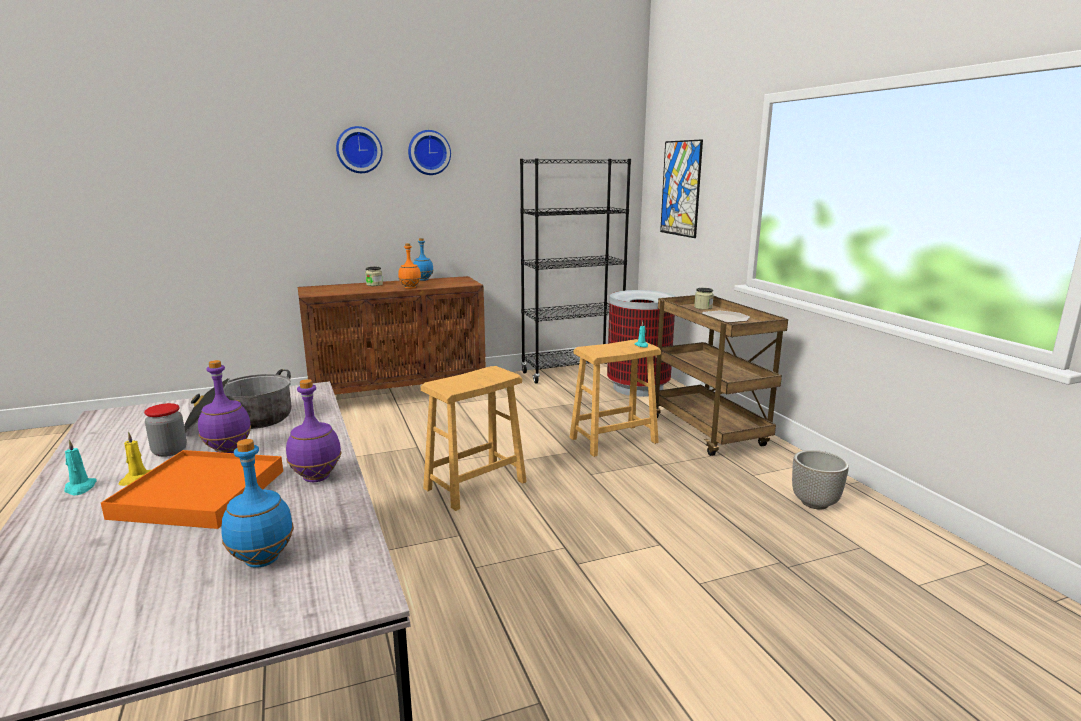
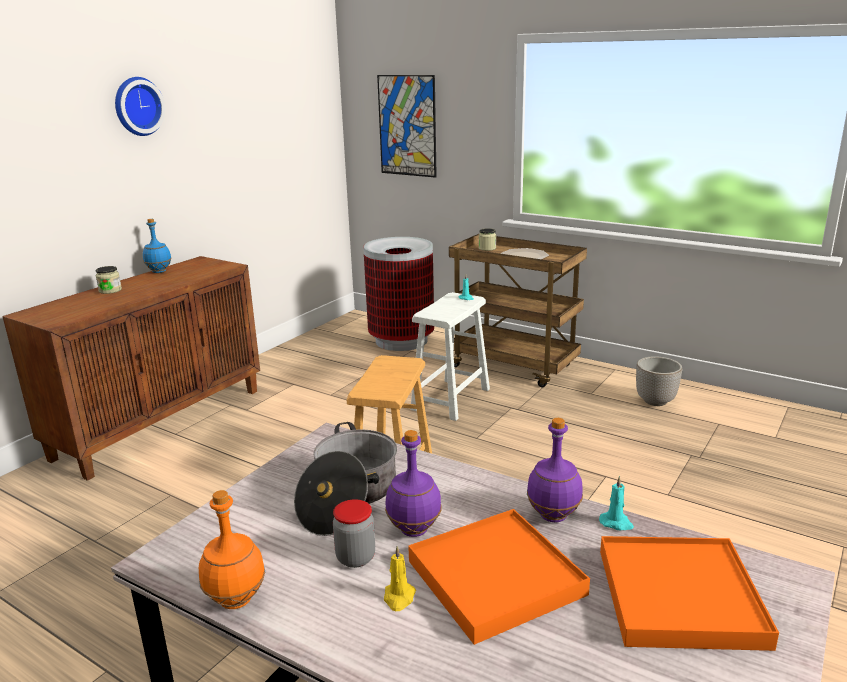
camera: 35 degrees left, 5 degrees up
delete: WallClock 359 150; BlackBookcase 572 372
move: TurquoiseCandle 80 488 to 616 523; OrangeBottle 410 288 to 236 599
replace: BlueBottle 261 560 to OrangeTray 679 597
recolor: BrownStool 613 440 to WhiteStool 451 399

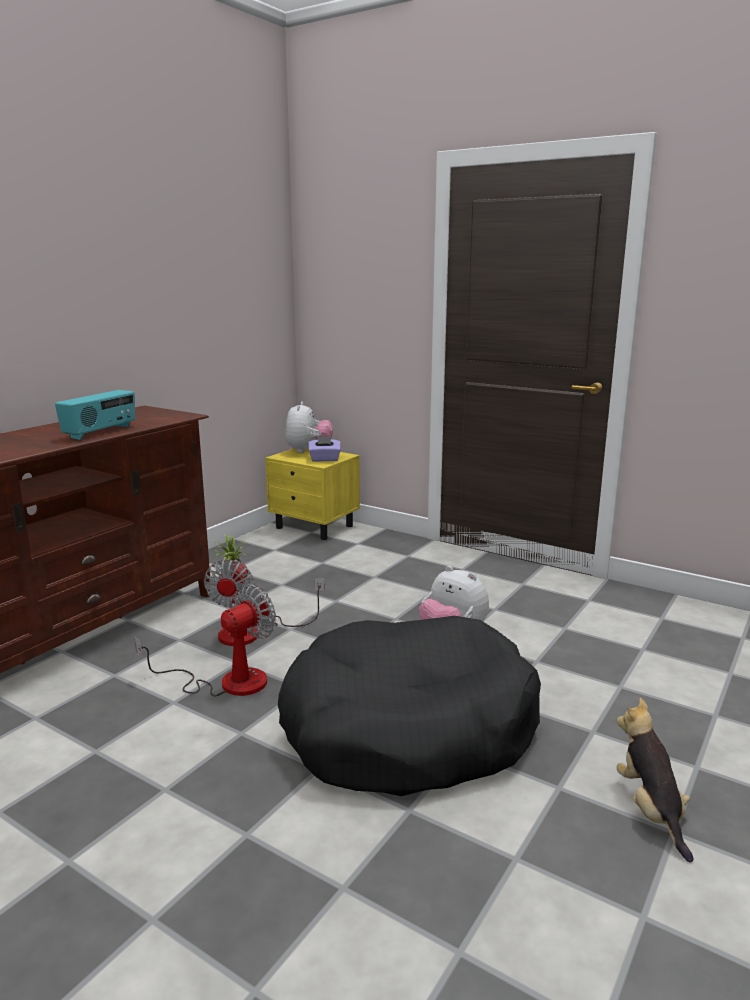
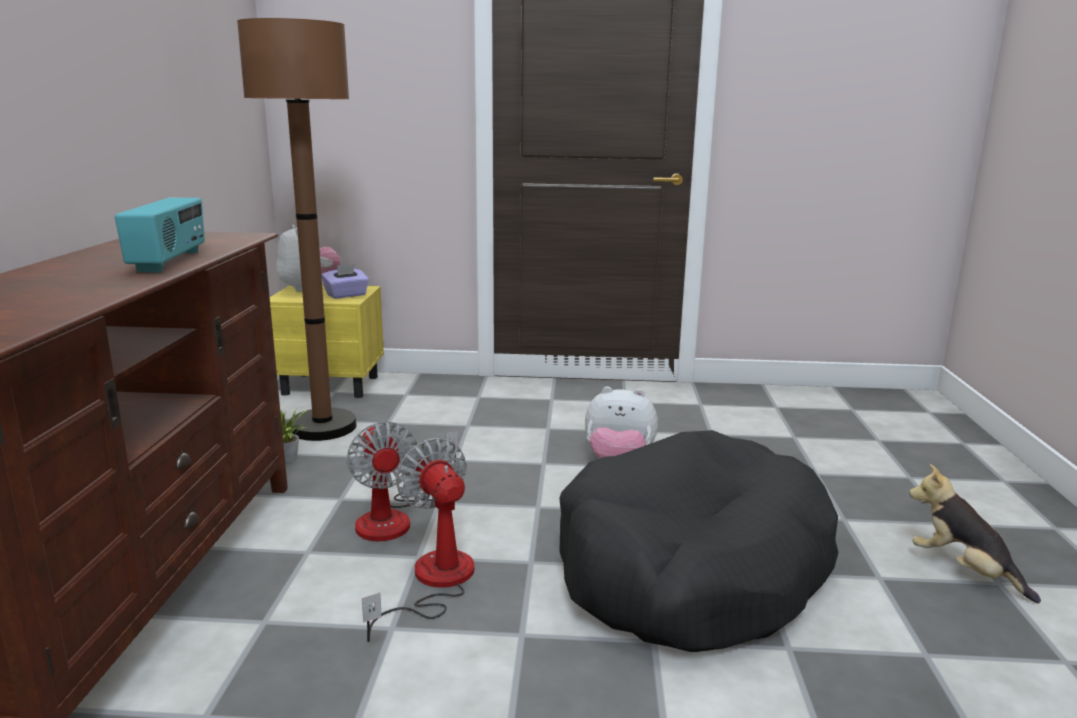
camera: 30 degrees left, 0 degrees up
insert: BrownFloorLamp 322 427
rotate: Fan 227 682 = 433 583 45 degrees counterclockwise

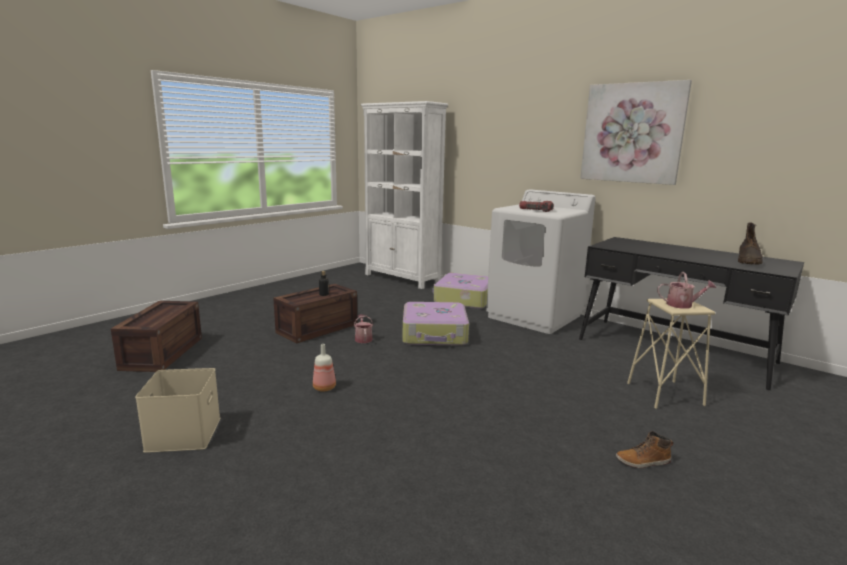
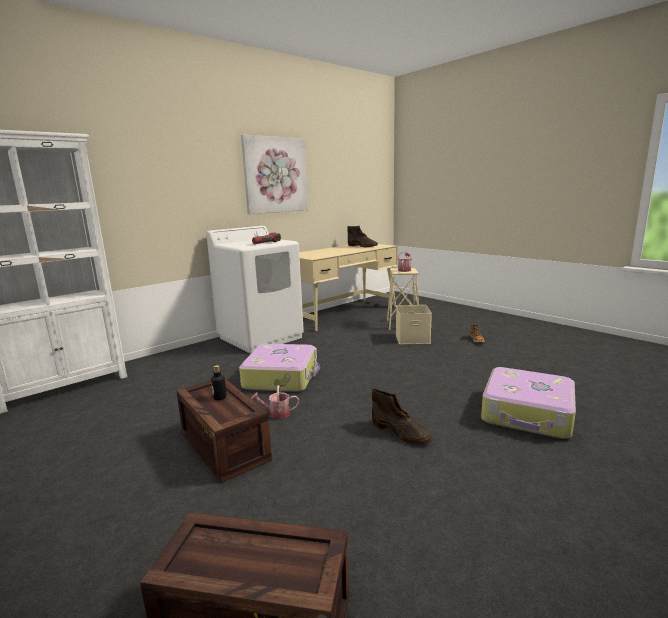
camera: 80 degrees left, 0 degrees up
move: BeigeStorageBox 185 434 to 413 338; Suitcase 463 299 to 527 414
replace: Bottle 325 388 to BrownBoot 401 433
recolor: BlackDesk 674 351 to BeigeDesk 343 313

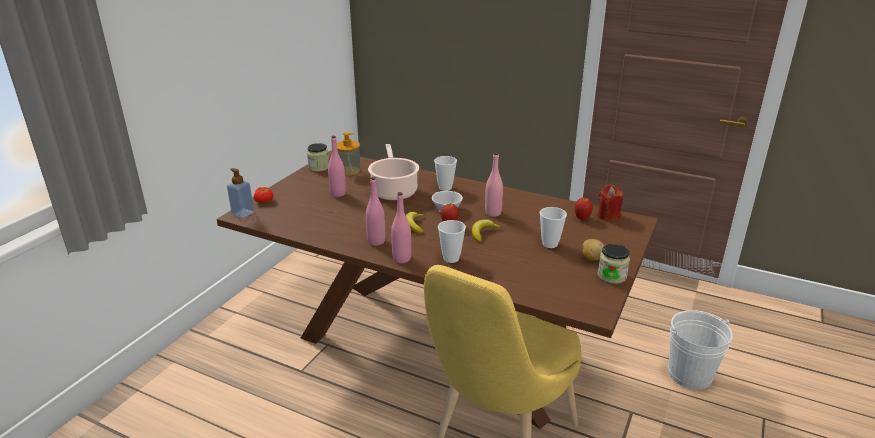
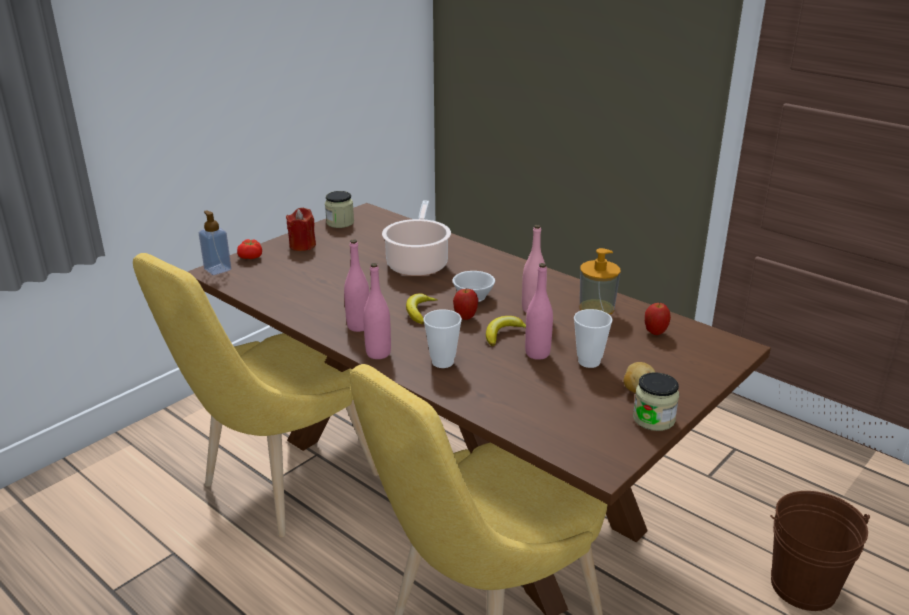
camera: 15 degrees right, 0 degrees up
delete: Cup 445 188
insert: YellowChair 281 485
move: PinkBottle 338 194 to 537 353; SoapDispenser 349 171 to 596 308; RedCandle 608 216 to 302 245
recolor: WhiteBucket 690 374 to BrownBucket 803 586

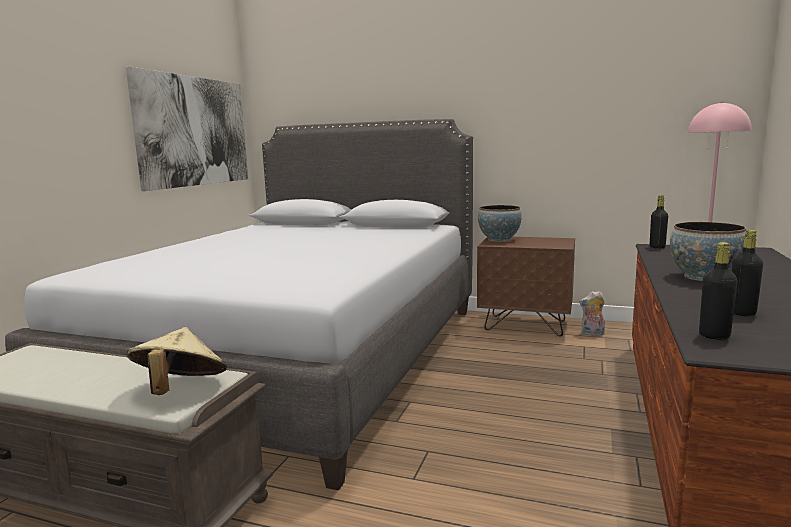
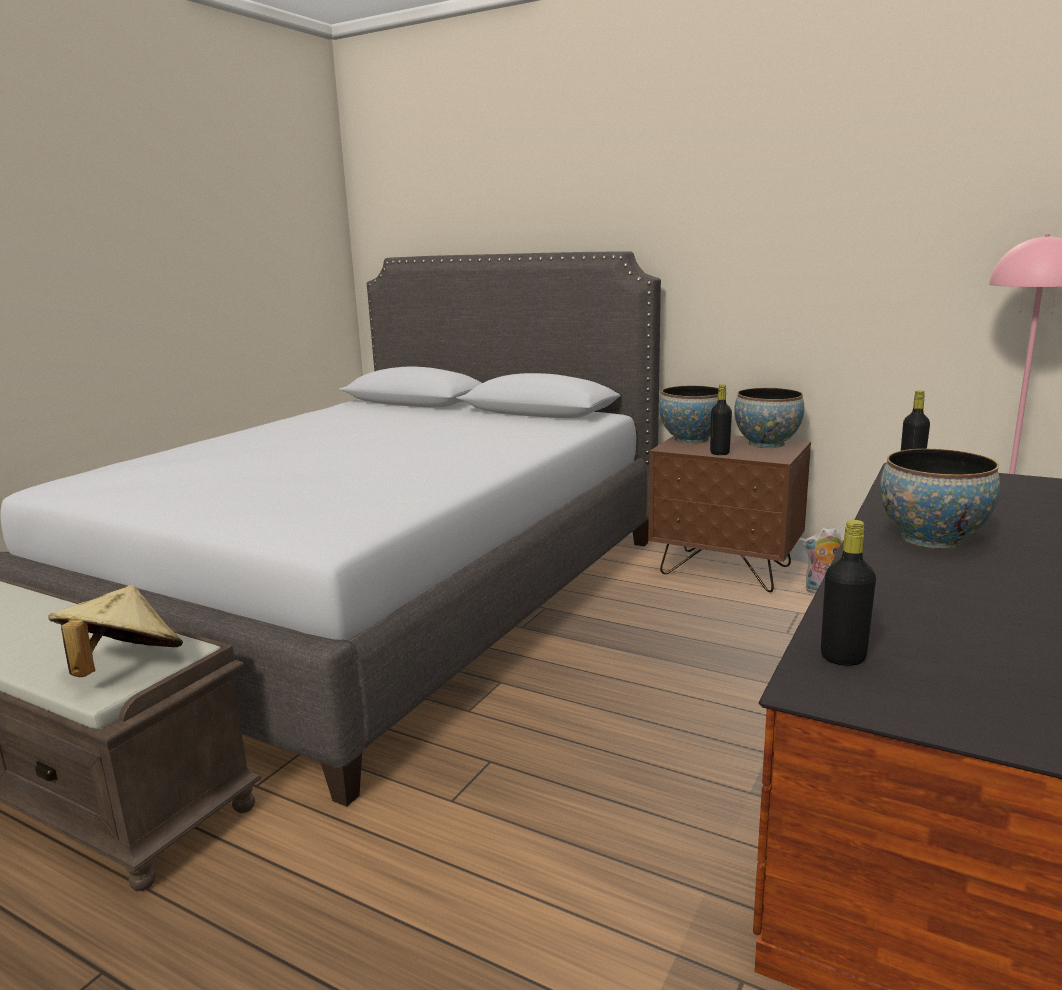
camera: 10 degrees right, 5 degrees up
delete: Picture 194 131
insert: Bowl 766 444
move: BlackBottle 741 313 to 719 453

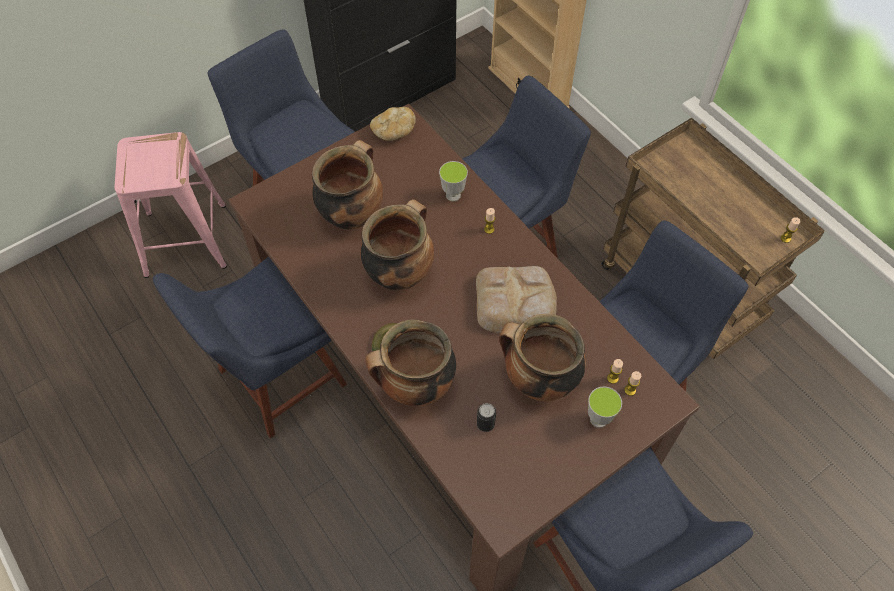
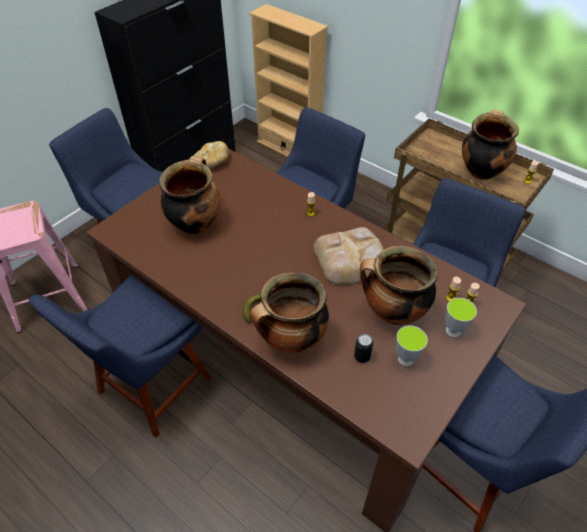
camera: 15 degrees left, 10 degrees down
move: CookingPot 399 272 to 481 170; Cup 453 195 to 405 359

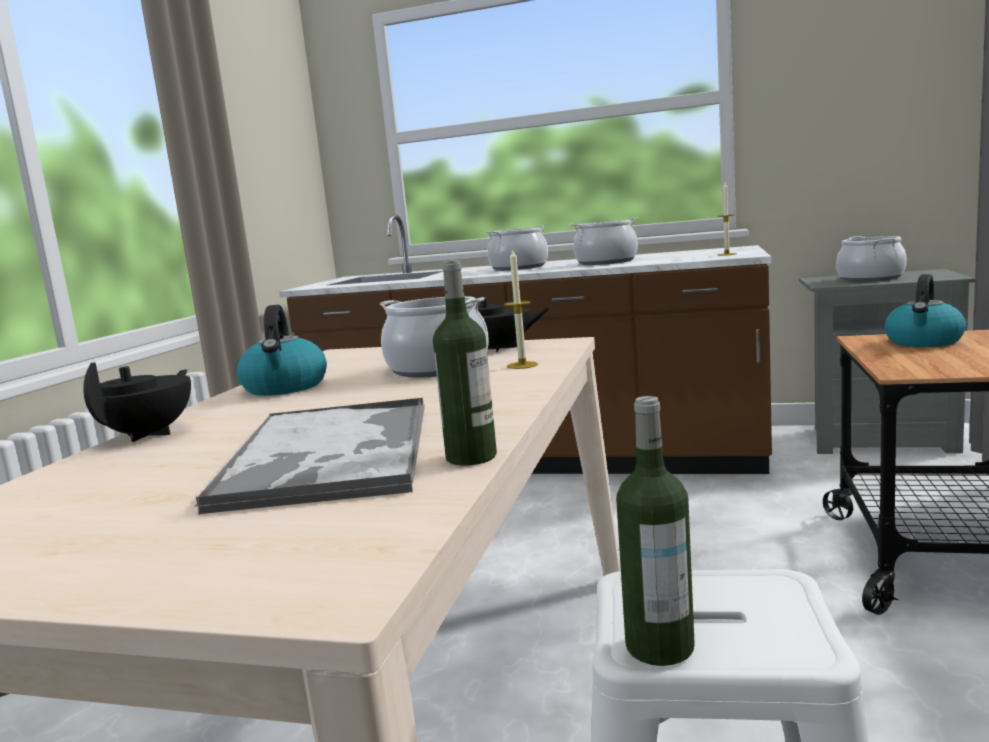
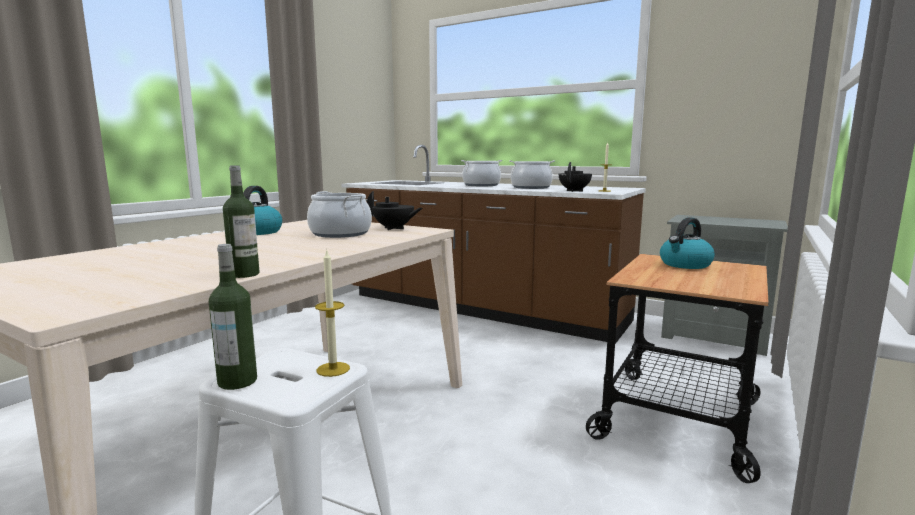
camera: 15 degrees right, 0 degrees up
delete: Tray 330 454; CookingPot 870 278
move: BlackTeapot 150 434 to 574 191; Candle 522 365 to 333 369

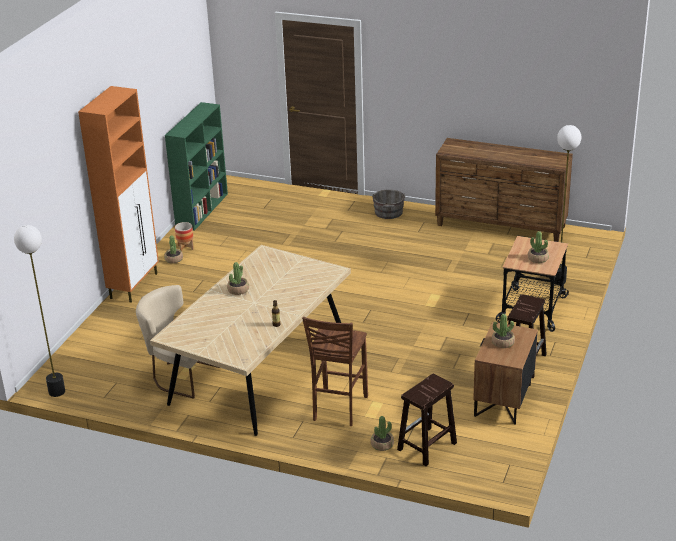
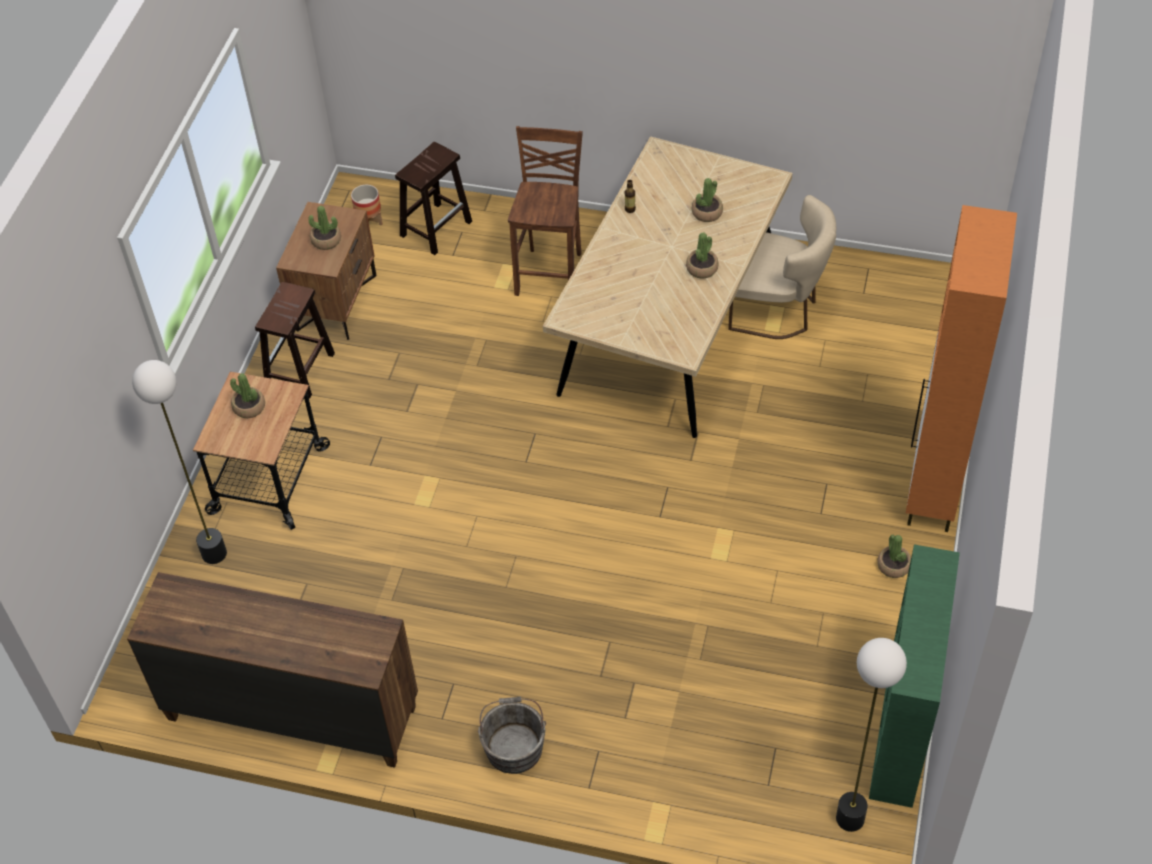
camera: 175 degrees right, 20 degrees up
move: FloorLamp 57 391 to 850 819; Planter 185 247 to 369 221; PottedPlant 382 444 to 707 212

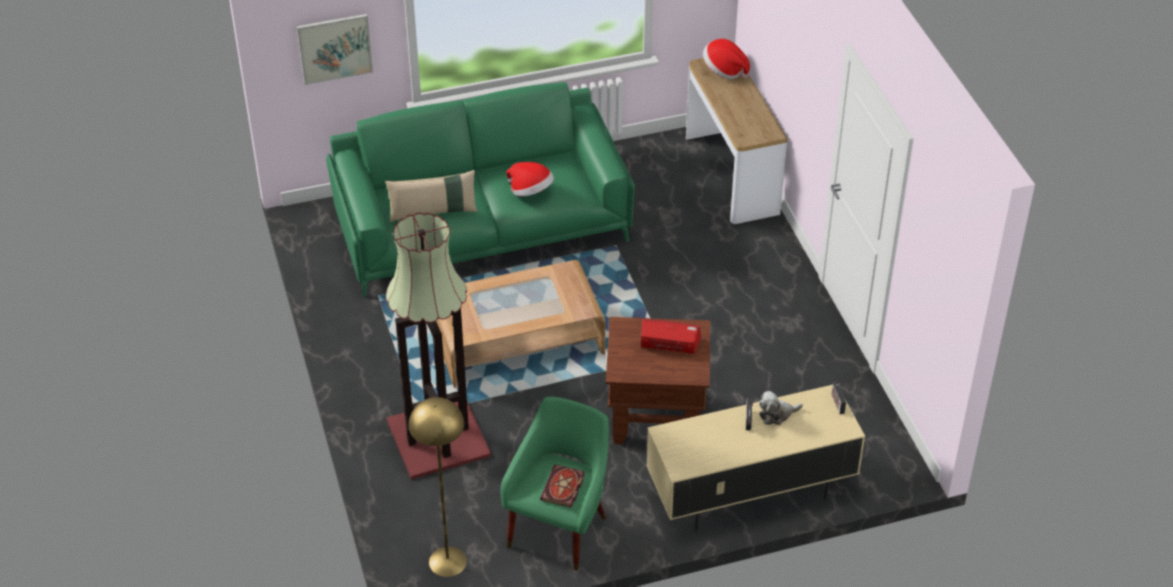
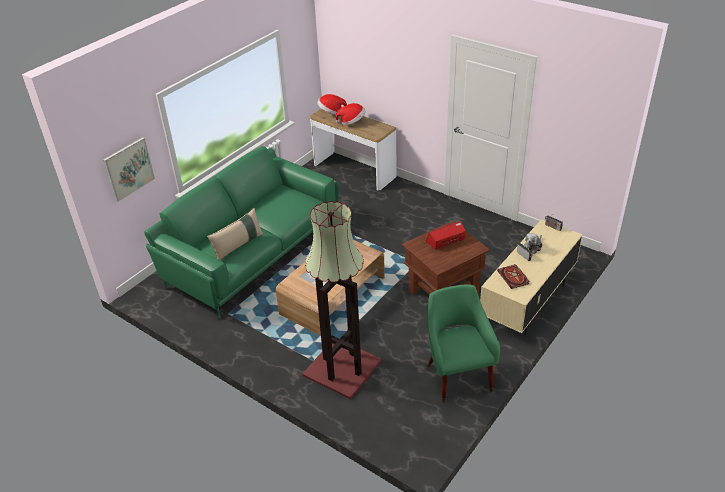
camera: 35 degrees left, 5 degrees down
delete: YellowFloorLamp 447 561
move: Hat 531 191 to 352 122; Book 563 488 to 514 278

